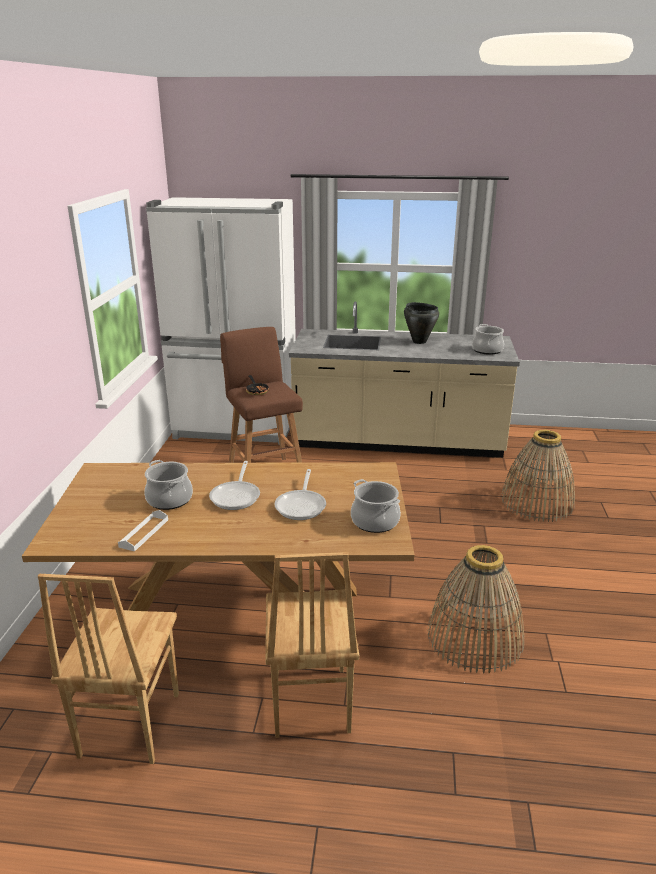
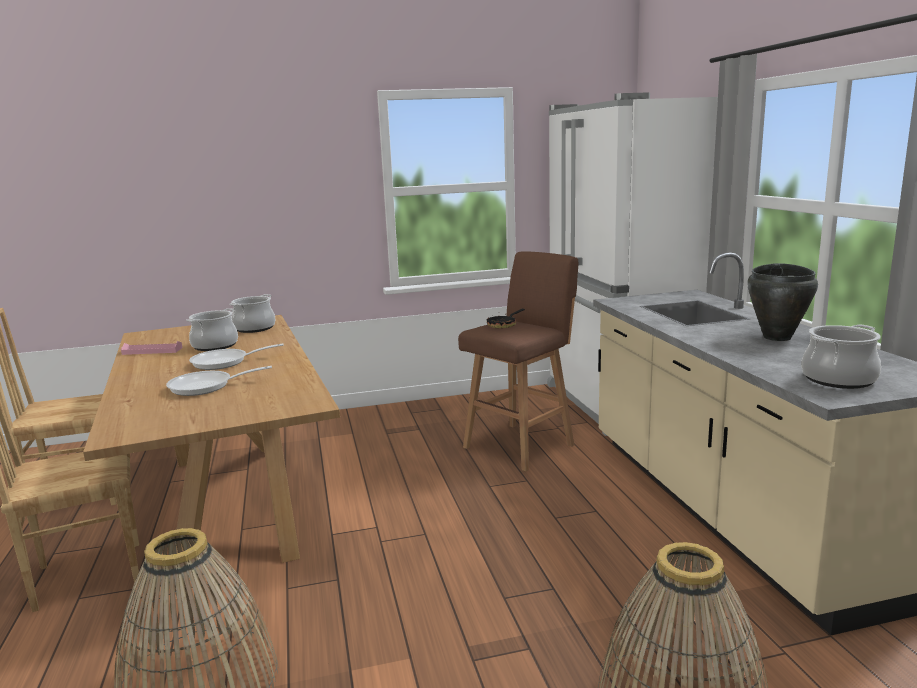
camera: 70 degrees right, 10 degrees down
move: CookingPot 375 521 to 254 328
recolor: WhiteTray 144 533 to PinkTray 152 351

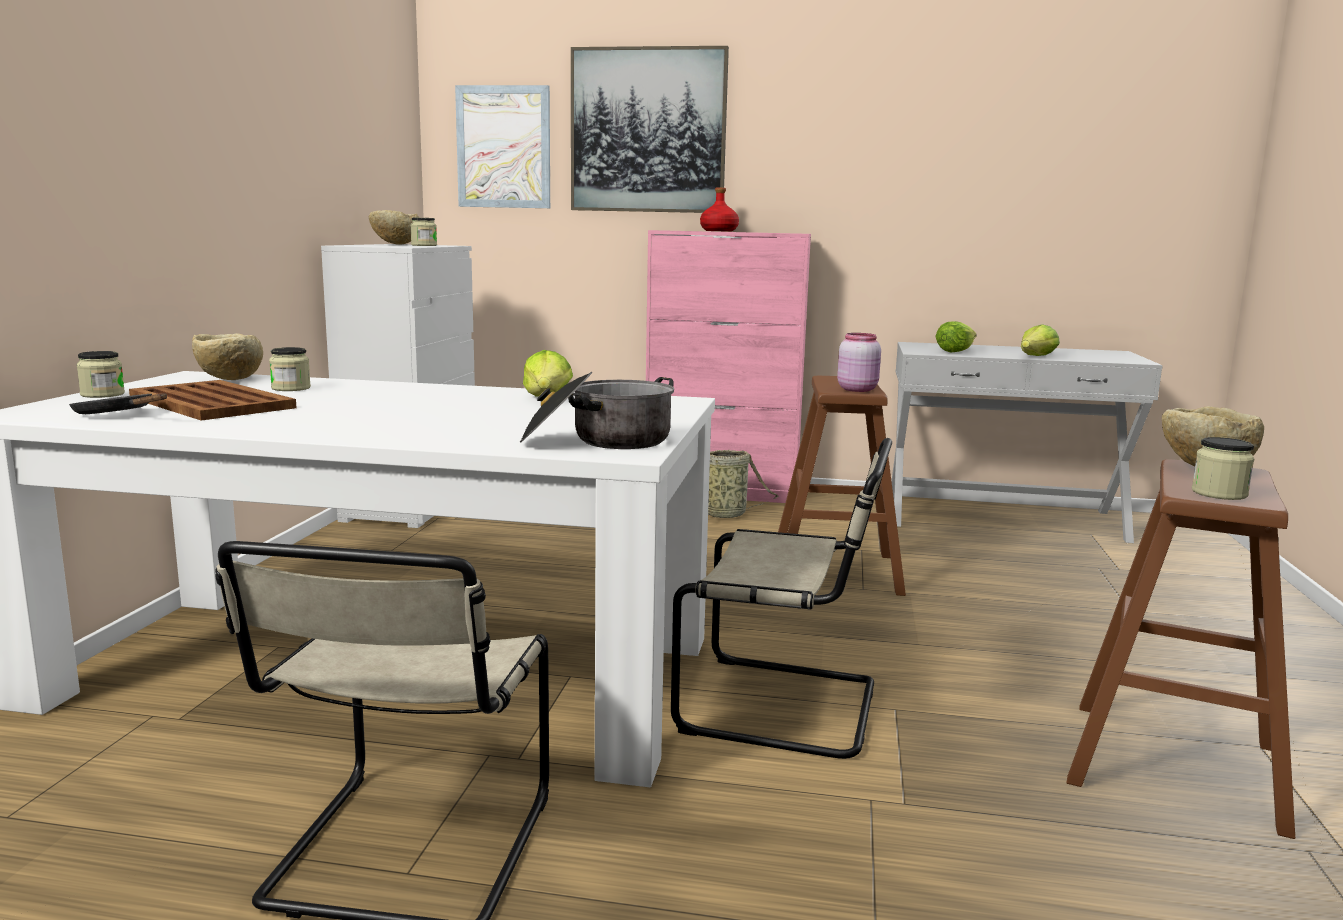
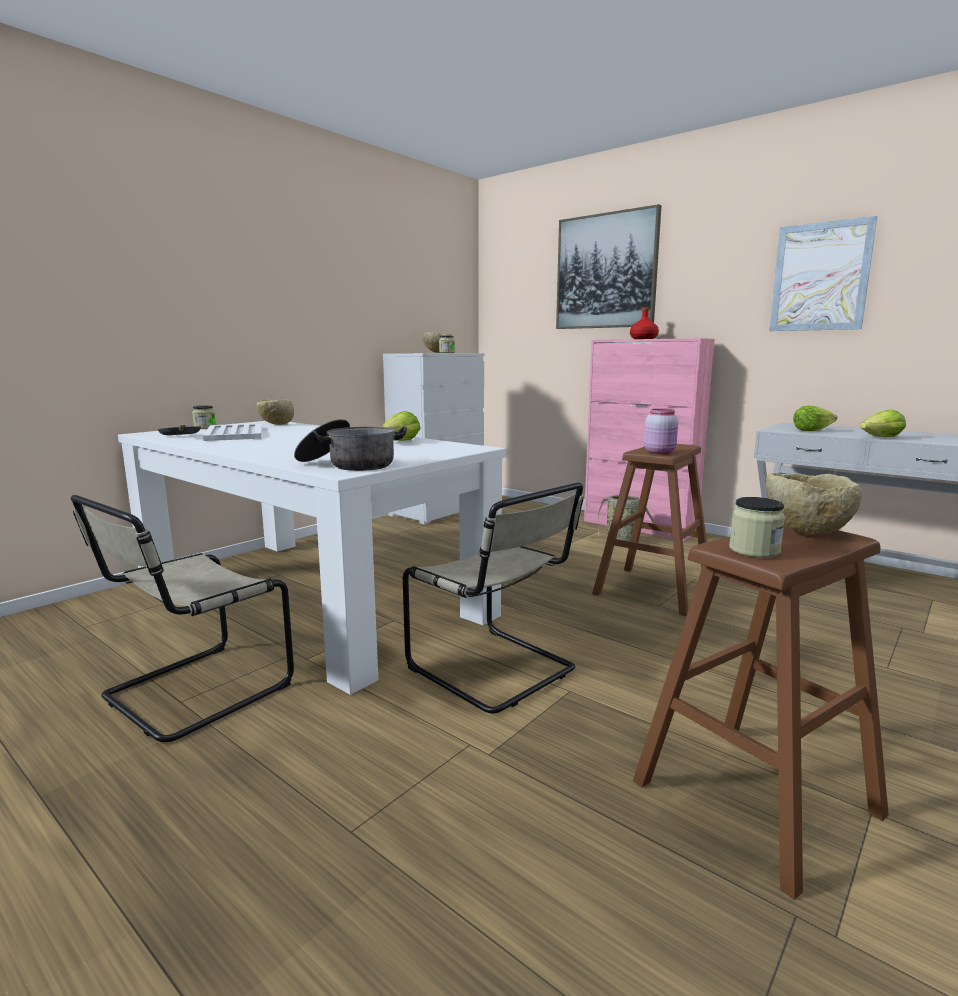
camera: 30 degrees right, 0 degrees up
delete: Jar 291 388
move: Picture 503 147 to 820 277
recolor: BrownTray 211 403 to WhiteTray 234 434

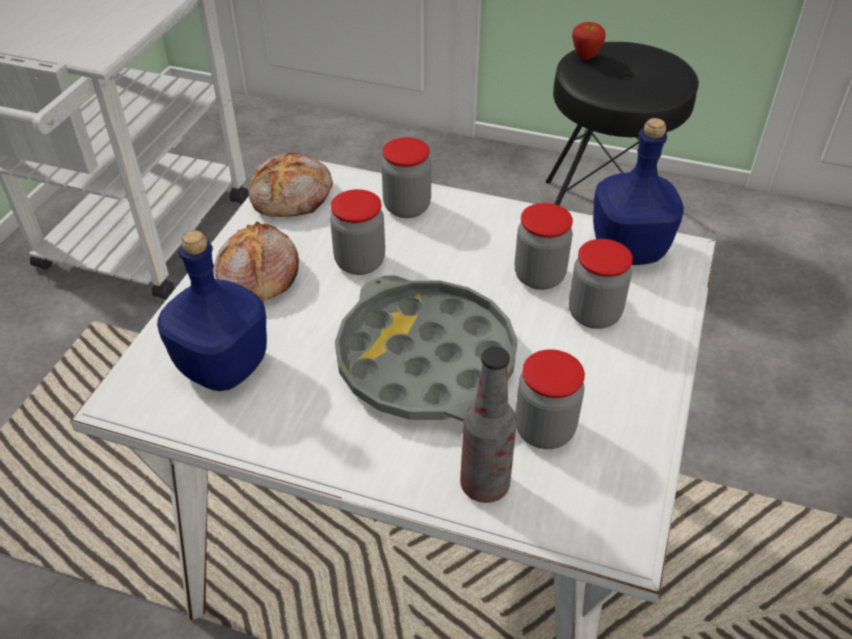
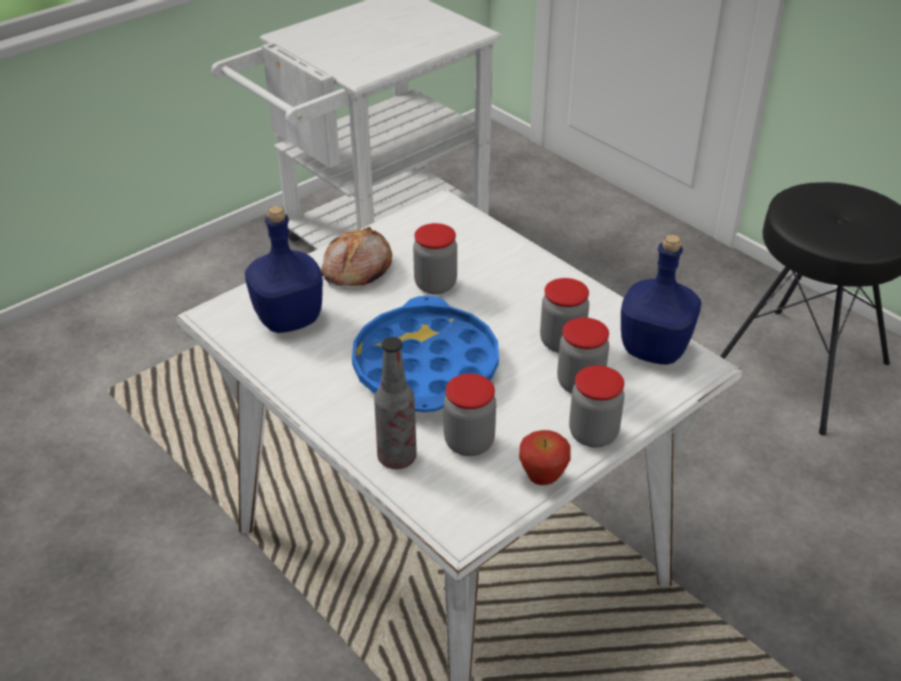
camera: 30 degrees right, 5 degrees down
delete: Bread 293 197
move: Jar 407 207 to 593 434; Apple 585 57 to 542 479
recolor: GreyTray 425 360 to BlueTray 425 366

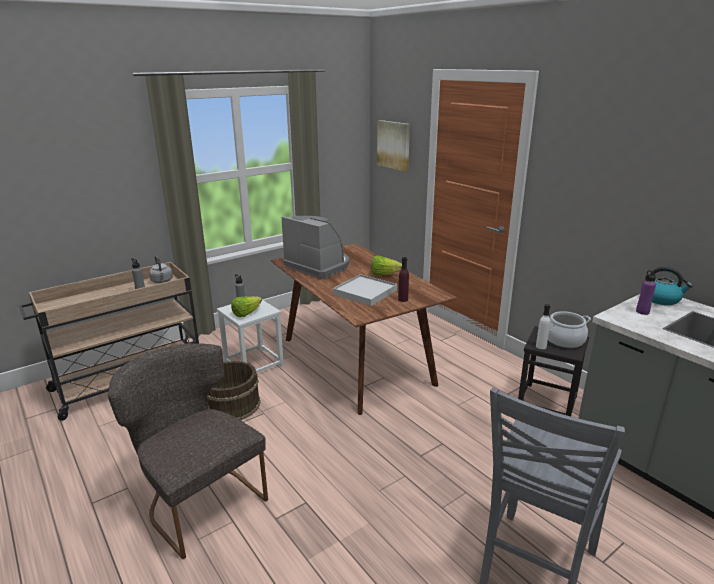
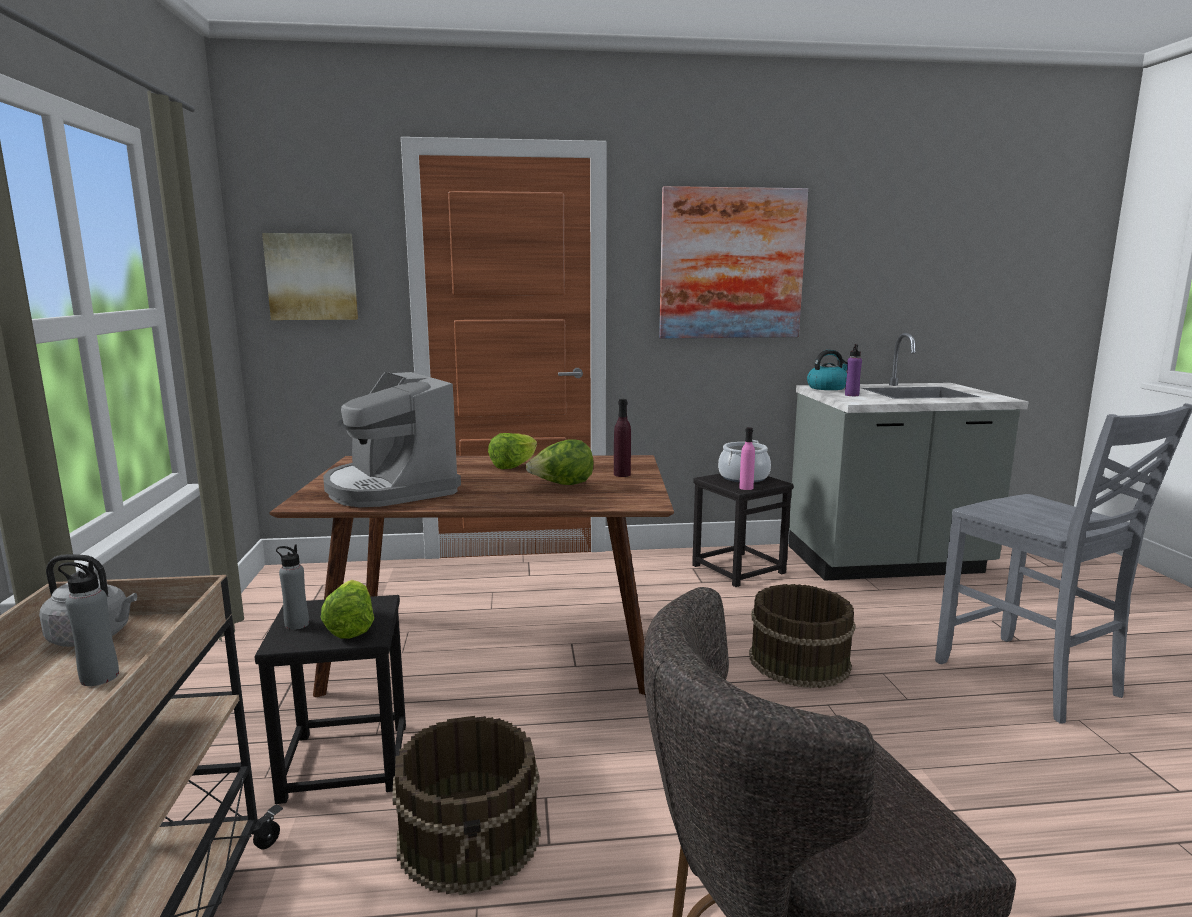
camera: 60 degrees left, 10 degrees down
insert: Picture 731 264; BrownBucket 798 661
replace: WhiteTray 365 292 to Lettuce 562 485
recolor: WhiteStool 253 364 to BlackStool 345 762; WhiteBottle 541 346 to PinkBottle 746 488
rotate: CoffeeMachine 318 266 = 390 489 105 degrees counterclockwise

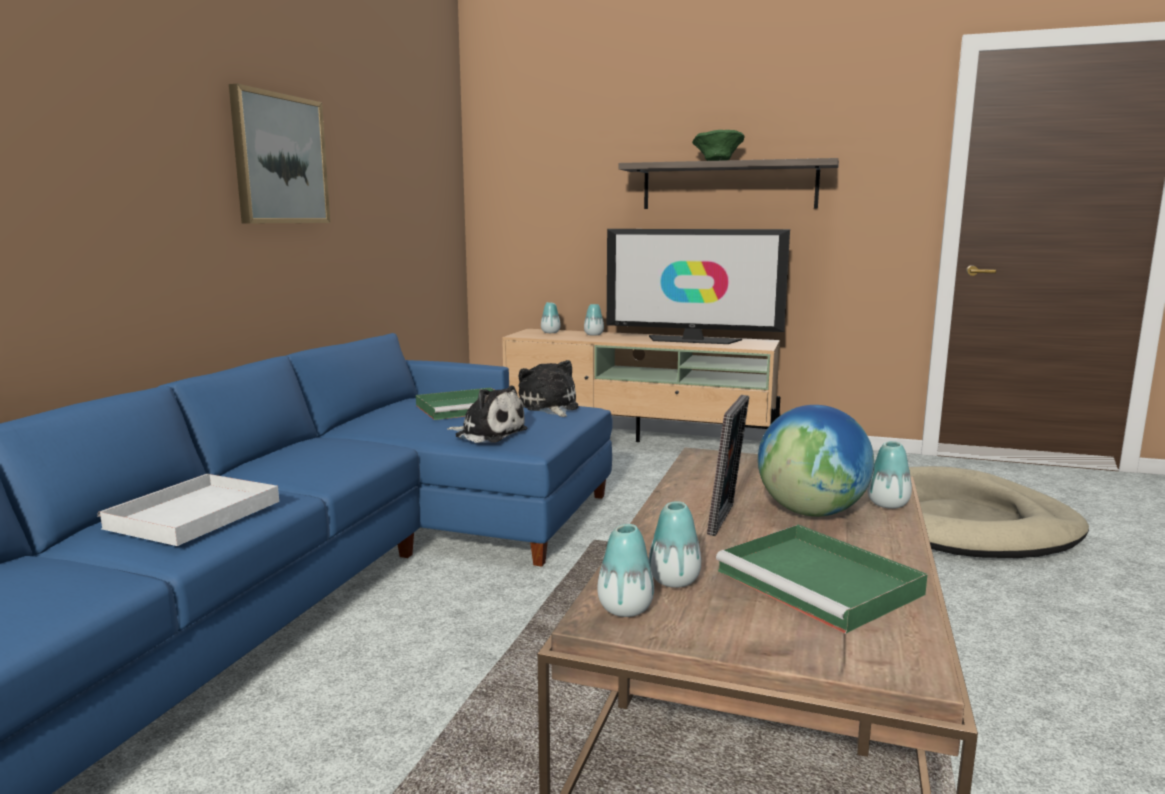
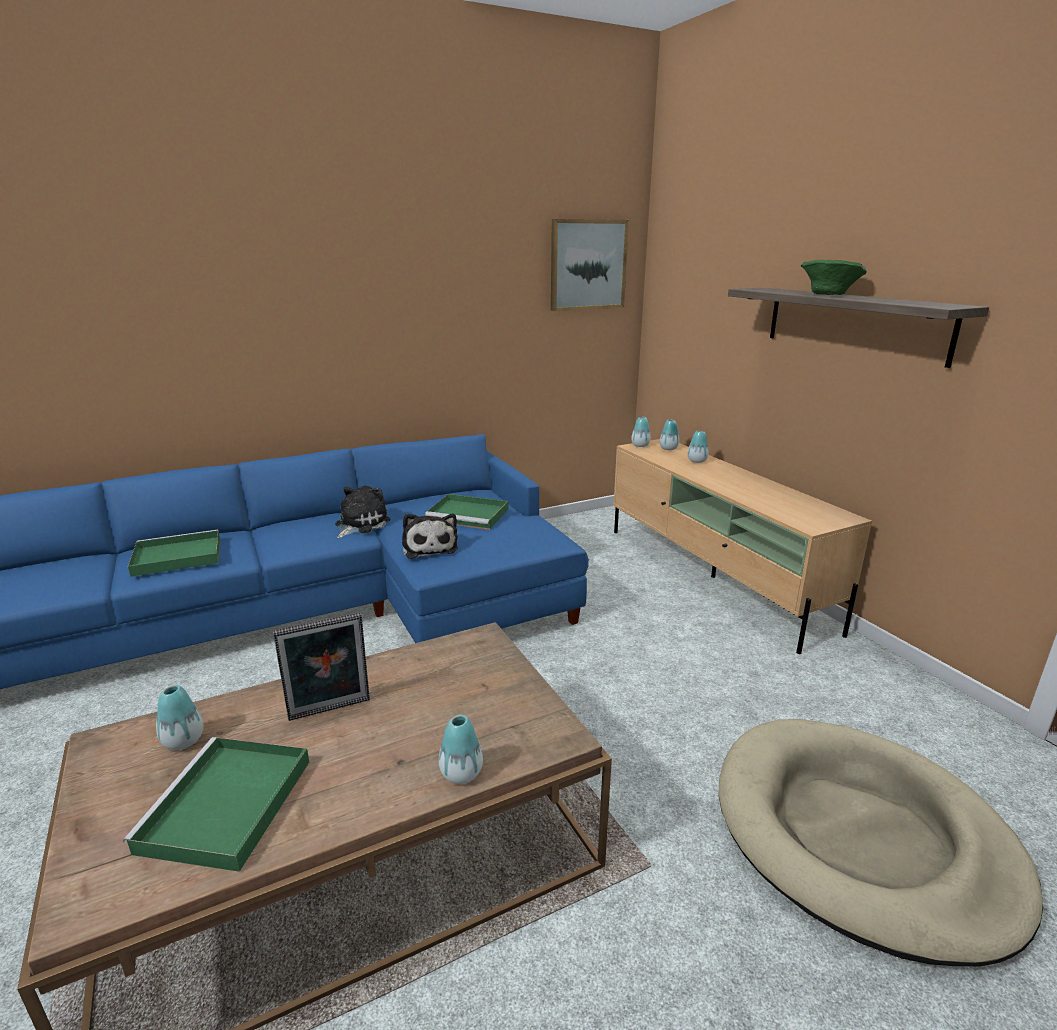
camera: 45 degrees right, 10 degrees up
delete: Television 692 340; Globe 811 512
move: Picture 279 159 to 587 265; PlushToy 549 407 to 359 524; Vase 625 609 to 640 445
recolor: WhiteTray 192 516 to GreenTray 175 557

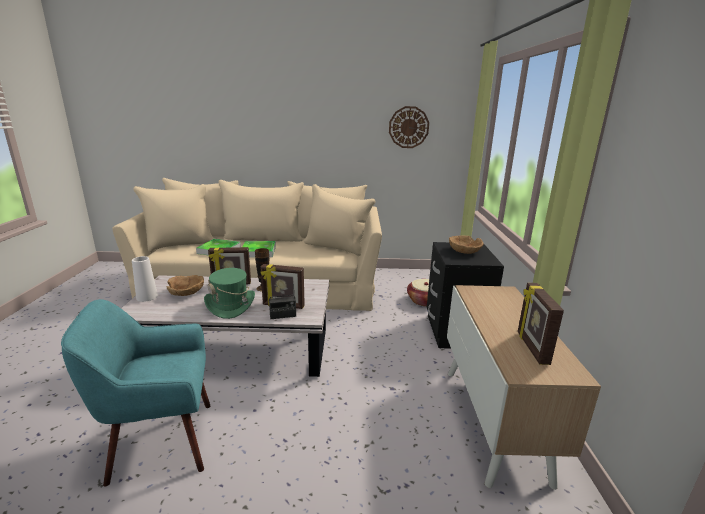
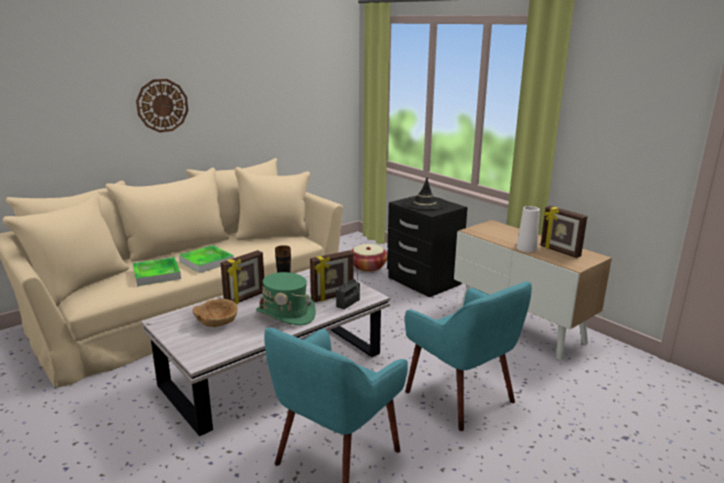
camera: 40 degrees left, 0 degrees up
insert: TurquoiseArmchair 461 396
move: WhiteVase 147 297 to 526 248; WallClock 408 127 to 162 105
replace: BrownBowl 464 251 to BlackHat 424 203

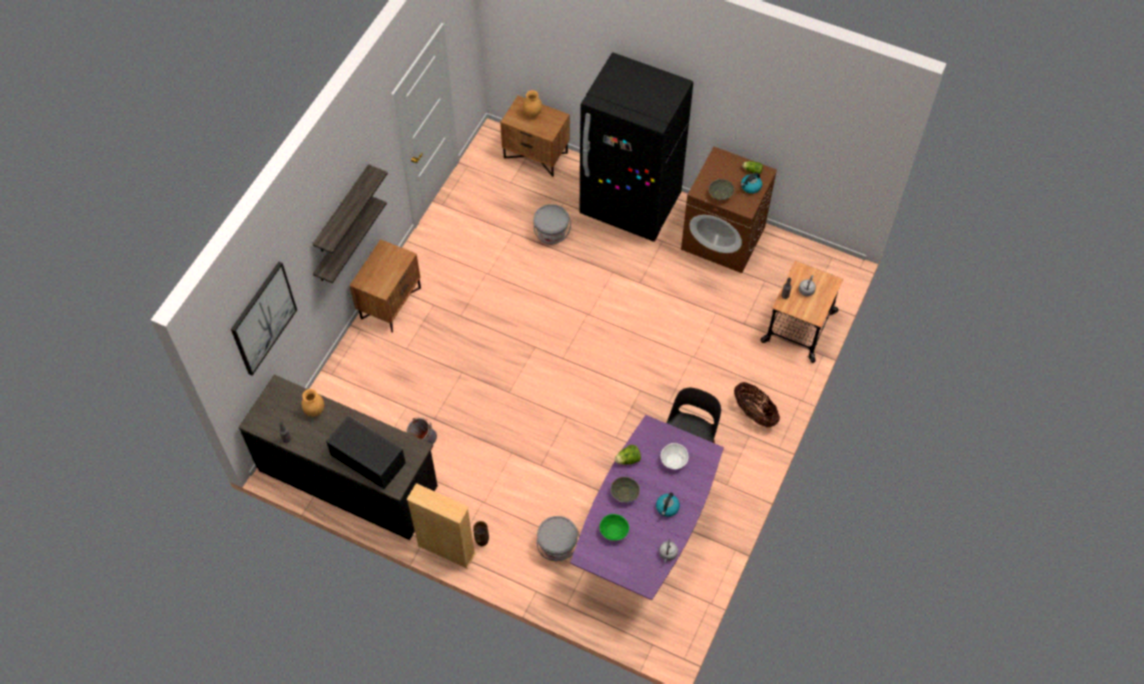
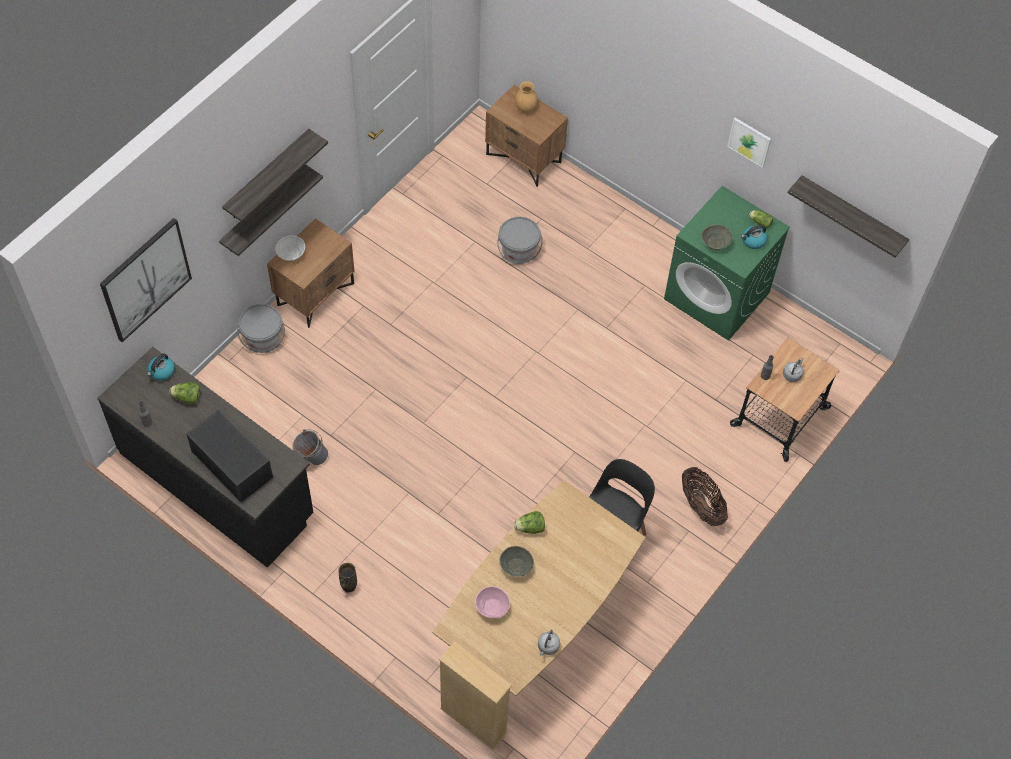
camera: 10 degrees right, 0 degrees up
delete: BlackFridge 630 205
insert: Picture 749 142; Shelf 851 215
move: BeigeBookcase 446 549 to 473 720; GreyBucket 557 546 to 263 339; Kettle 667 508 to 161 372; WhiteBowl 673 460 to 290 254
replace: BrownVase 315 411 to Lettuce 187 398
recolor: PurpleDiningTable 644 537 to BrownDiningTable 536 622; GreenBowl 614 531 to PinkBowl 492 607; BrownWashingMachine 723 238 to GreenWashingMachine 717 296

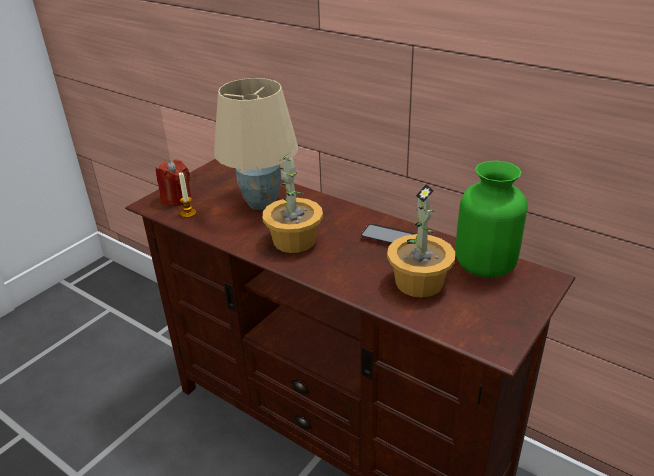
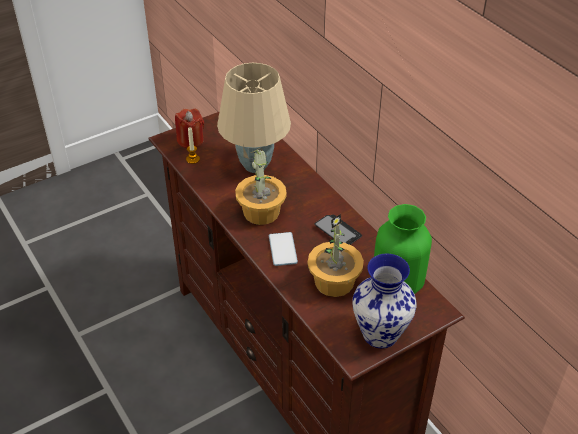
camera: 20 degrees right, 10 degrees up
insert: Phone 282 249; Vase 381 334

